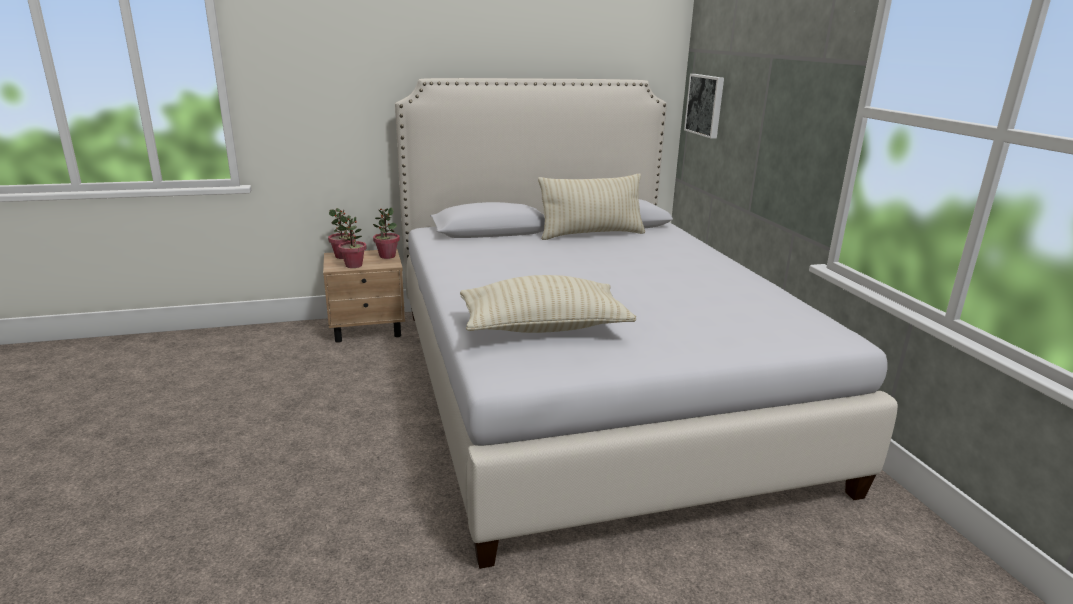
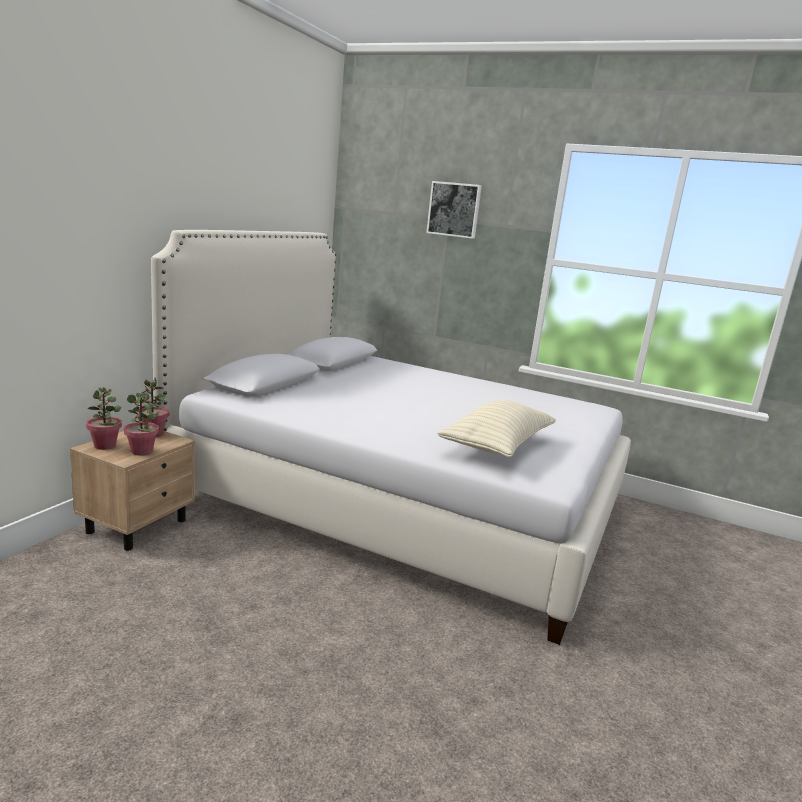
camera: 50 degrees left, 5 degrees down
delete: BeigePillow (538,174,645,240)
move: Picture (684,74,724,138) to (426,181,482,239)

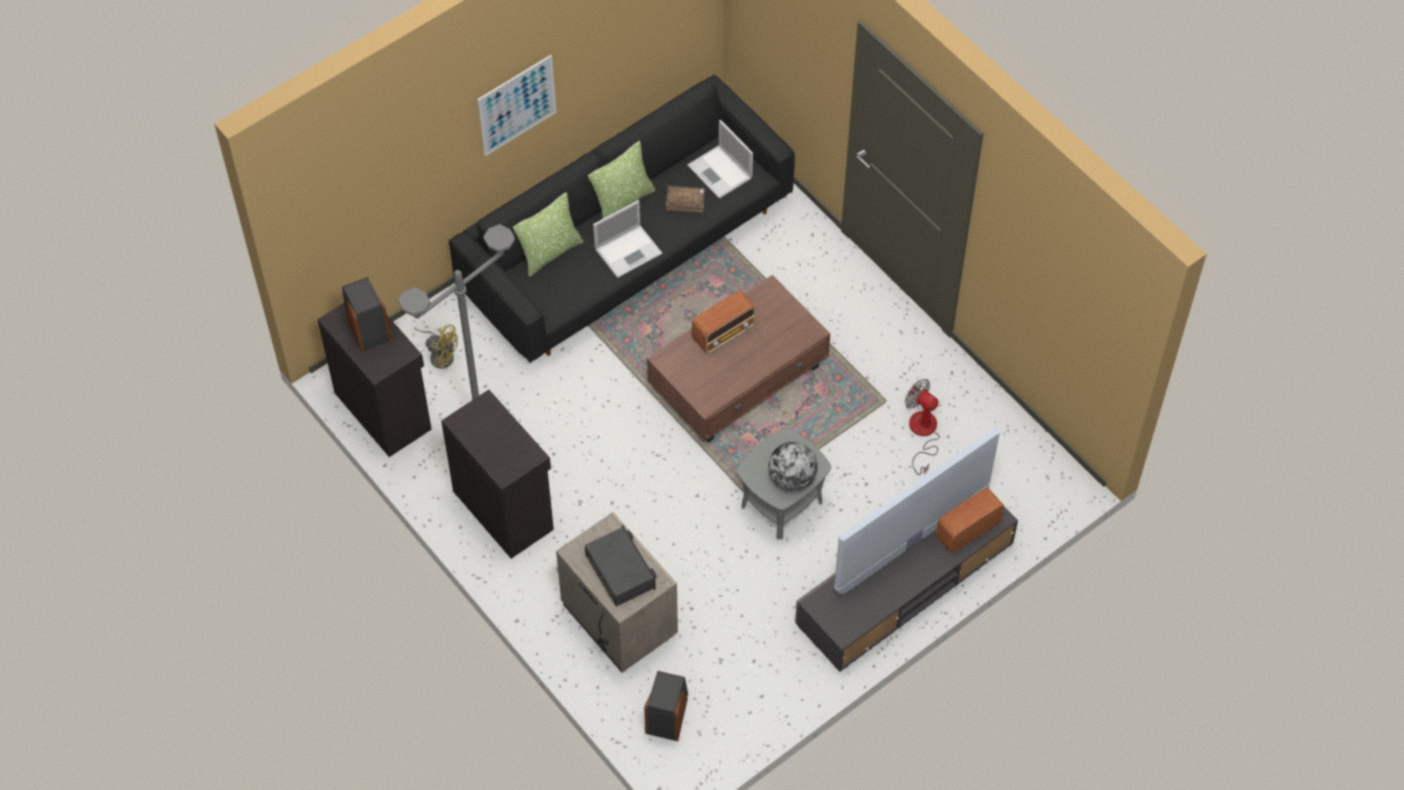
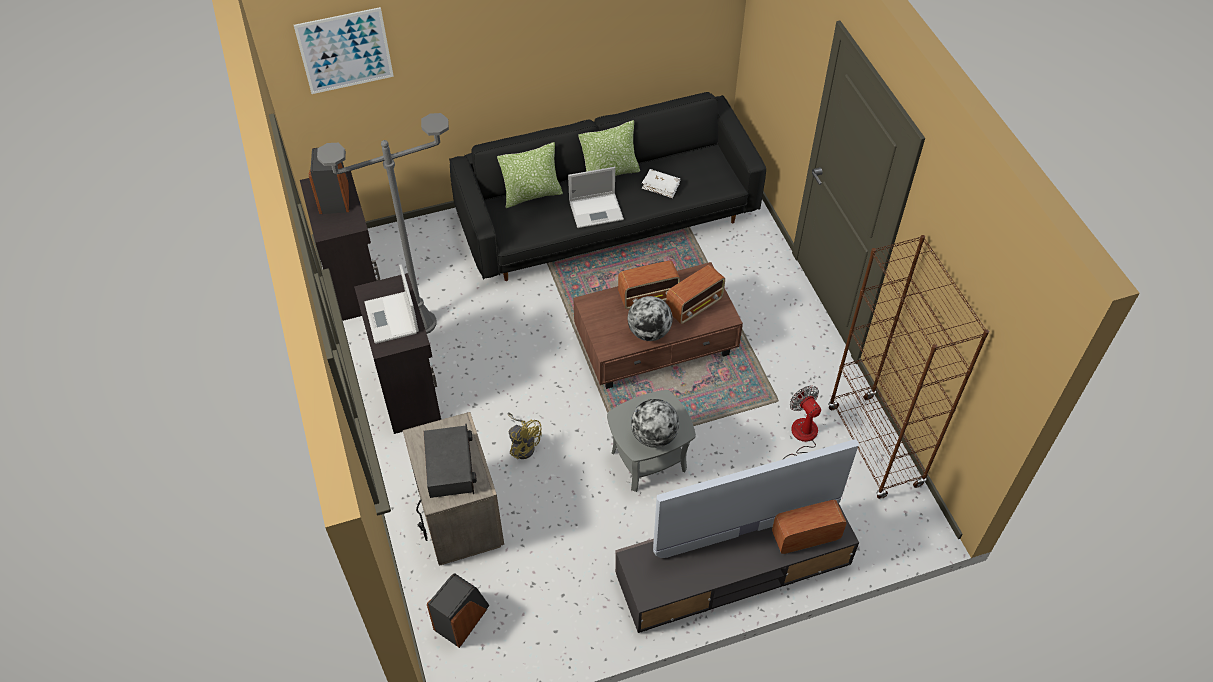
camera: 20 degrees right, 5 degrees down
insert: Globe (628,296,673,341); Radio (666,265,725,324); BrownBookcase (828,235,989,500)
move: YellowFan (414,324,458,369) to (507,413,542,459); Picture (477,55,556,156) to (294,7,394,94); Laptop (687,120,753,199) to (364,265,419,344)
recolor: BrownBook (666,186,705,213) to WhiteBook (642,169,680,198)

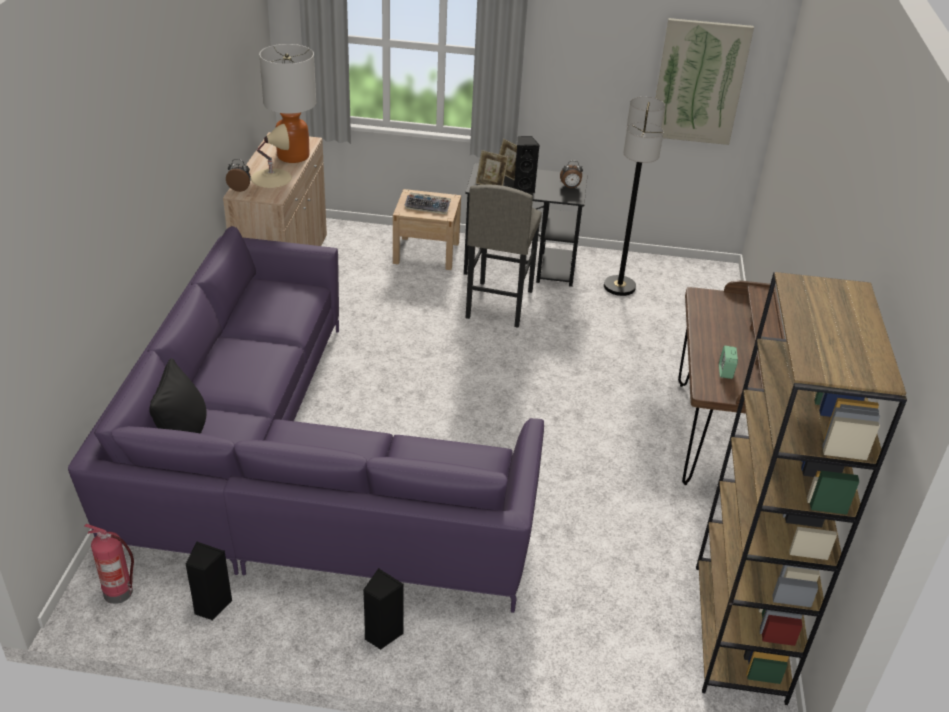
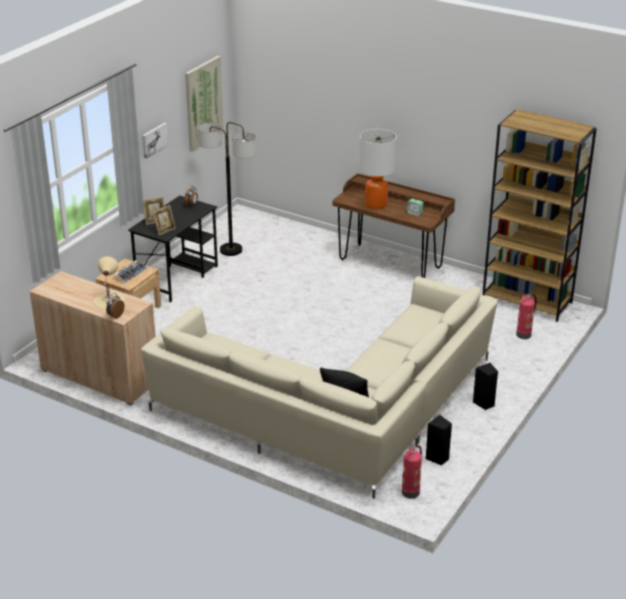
camera: 65 degrees left, 5 degrees down
delete: GreyStool (466,185,542,327); BlackSpeaker (514,136,539,193)
insert: Picture (142,123,168,159); FireExtinguisher (516,294,536,339)
move: TableLamp (259,44,316,163) to (359,129,397,209)
recolor: PurpleSofa (68,226,544,613) to BeigeSofa (141,276,498,499)

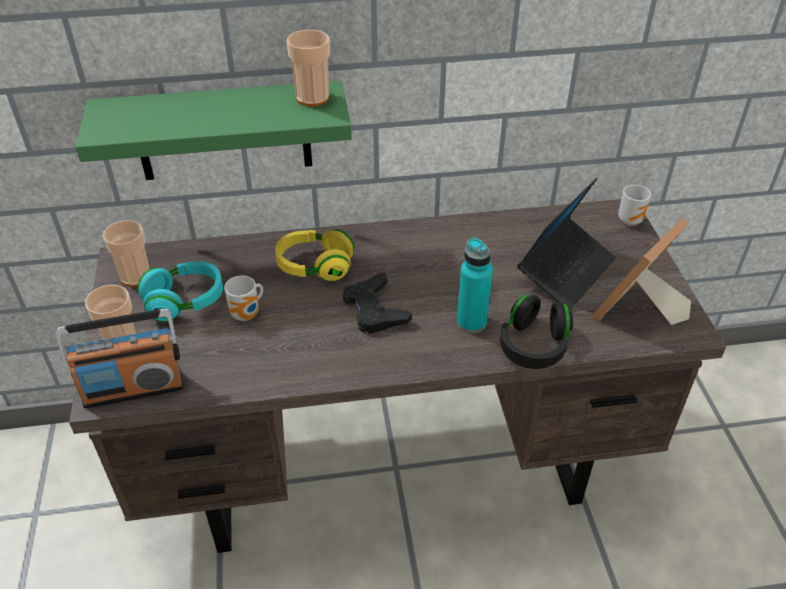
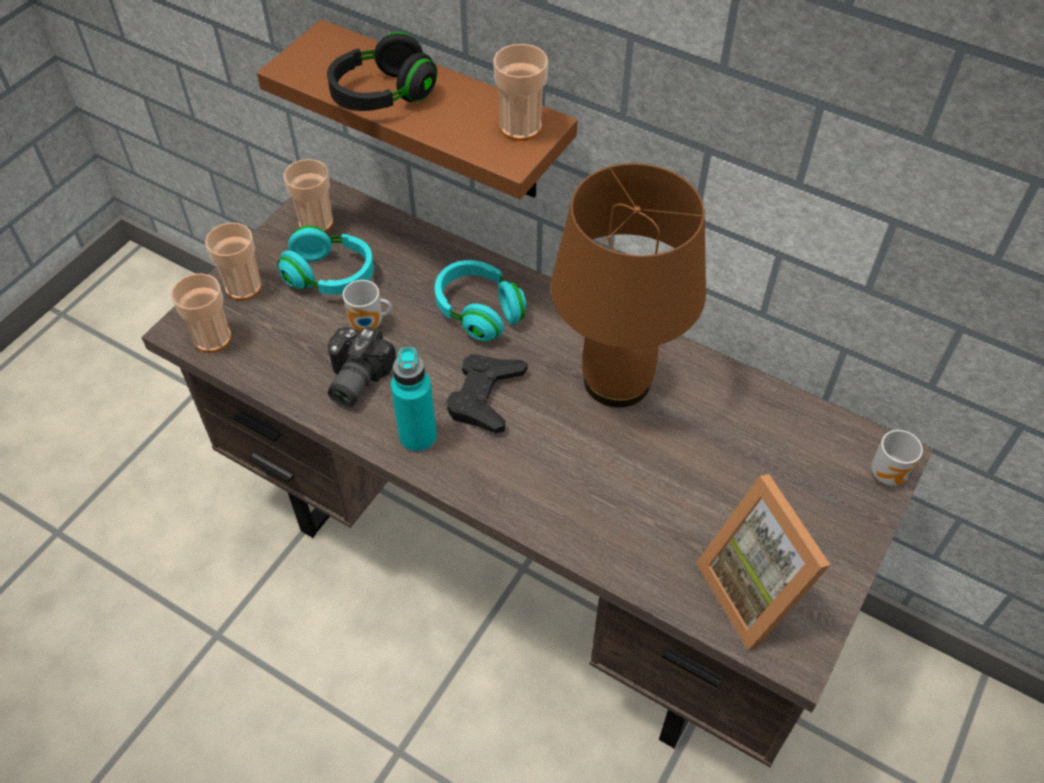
camera: 40 degrees right, 10 degrees up
delete: Laptop (517,178,616,311)
insert: PhotoCamera (328,326,396,407); BrownTableLamp (550,163,706,407)
move: TurquoiseBottle (457,237,493,333) to (391,347,437,453); BlackHeadphones (500,295,573,369) to (327,32,437,111)
replace: Radio (56,308,184,409) to Cup (171,273,231,353)
recolor: GreenShelf (76,81,352,180) to BrownShelf (257,19,578,199); YellowHeadphones (275,229,354,282) to TurquoiseHeadphones (435,260,527,342)
rotate: PictureFrame (592,218,691,325) = (696,474,830,651) 105 degrees counterclockwise

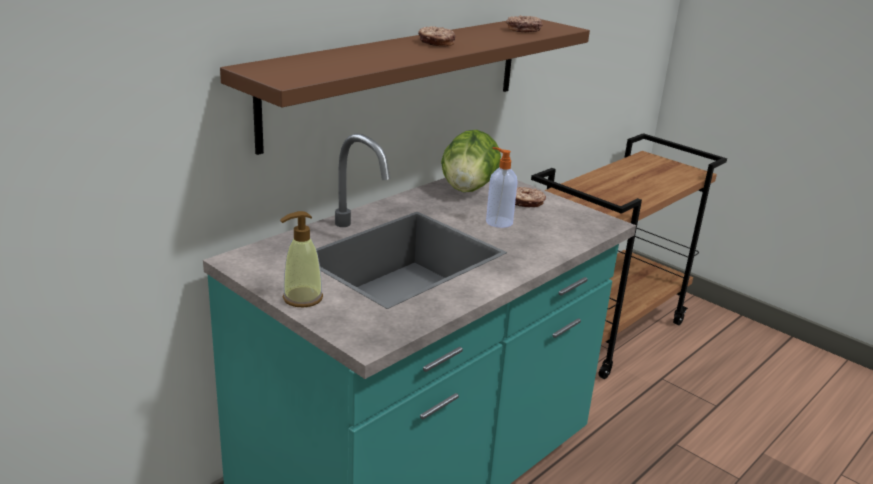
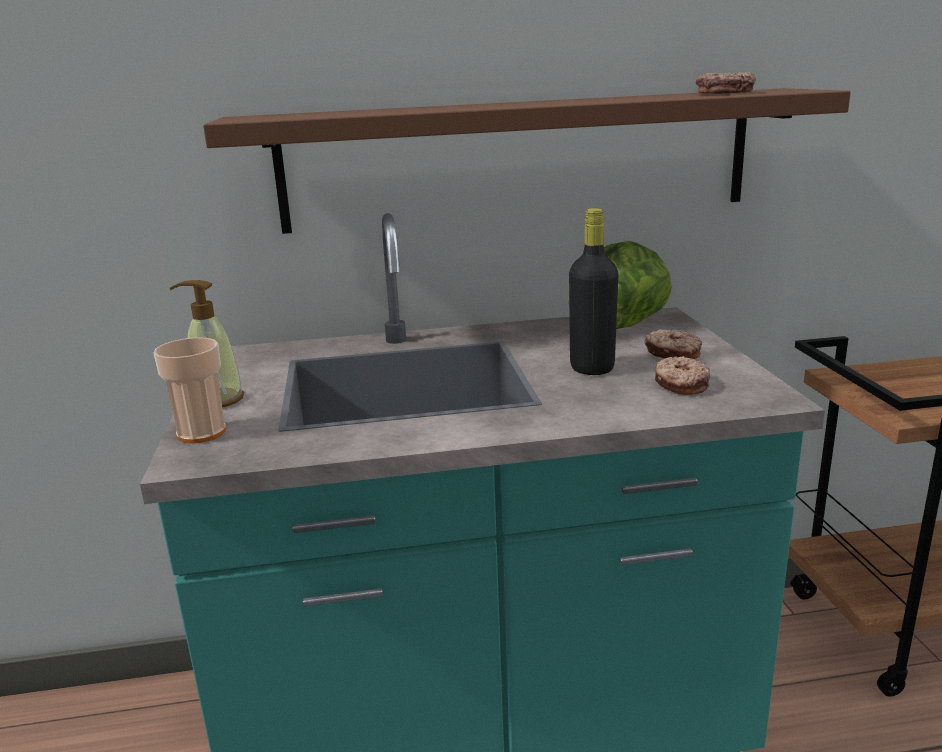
camera: 40 degrees right, 5 degrees down
insert: Cup (154,337,226,443)
move: Donut (418,26,455,47) to (655,356,710,395)
replace: SoapDispenser (486,147,517,228) to BlackBottle (569,208,618,375)

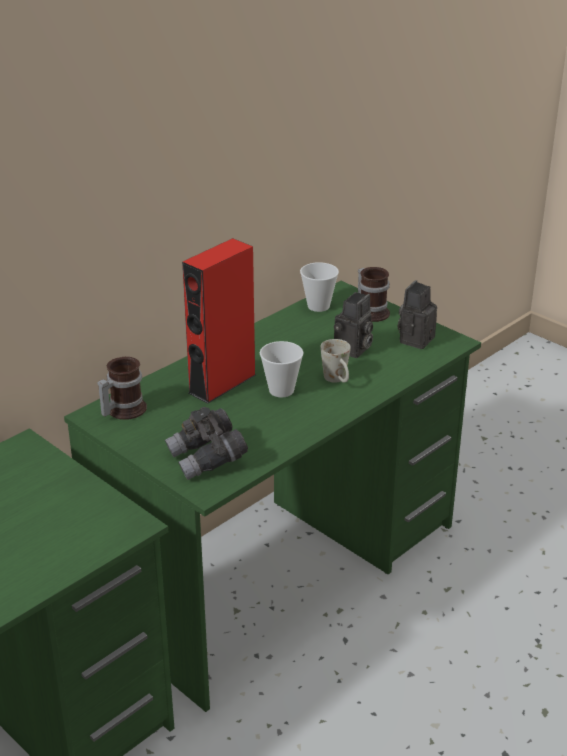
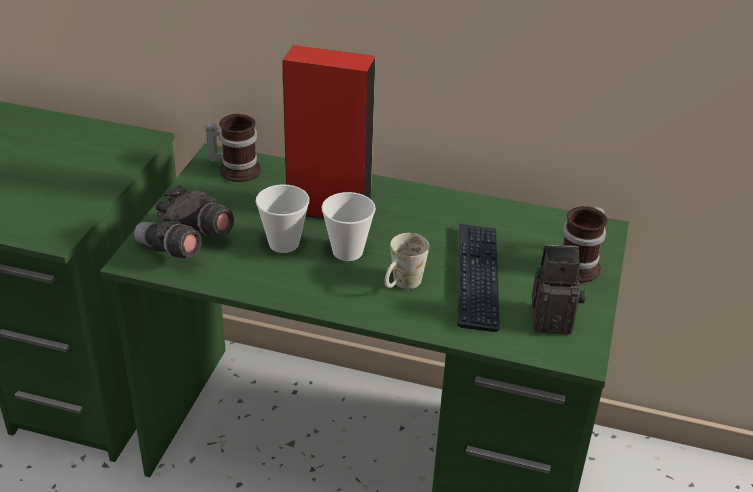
camera: 60 degrees right, 5 degrees up
move: Cup (300,262,339,312) to (256,185,309,253)
replace: PhotoCamera (334,292,373,358) to Keyboard (457,223,500,332)

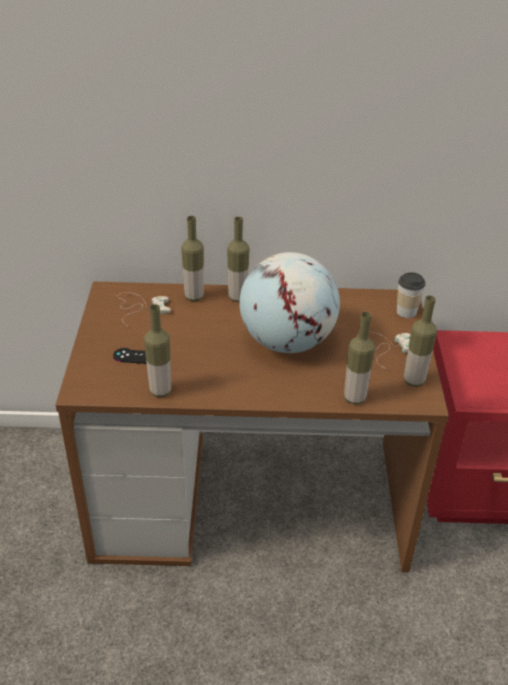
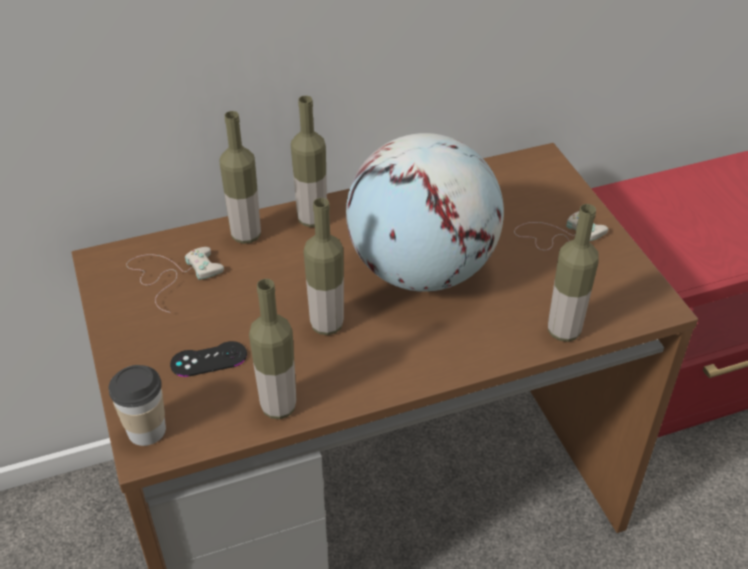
camera: 20 degrees left, 5 degrees up
move: Cup (397,272,425,318) to (109,365,166,446); Bottle (404,295,437,387) to (303,198,344,335)

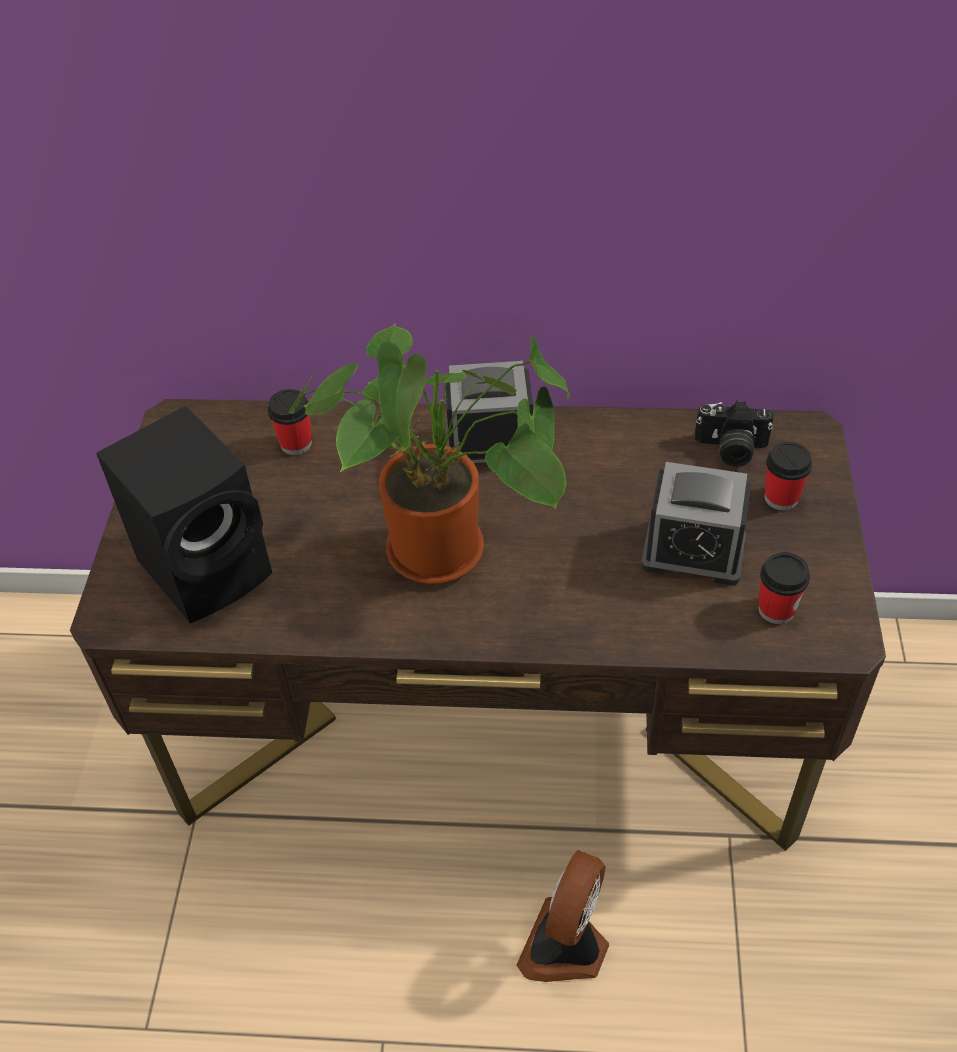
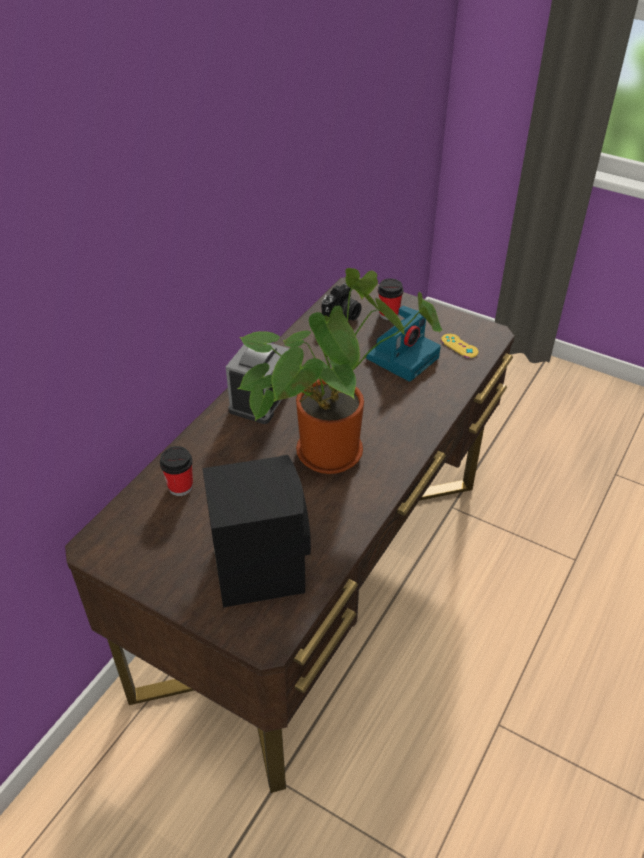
camera: 65 degrees left, 5 degrees down
delete: Fan (516,850,609,982)
replace: AlarmClock (641,462,751,586) to PhotoCamera (366,305,441,382); Cup (759,552,810,624) to YellowGameController (441,334,479,358)

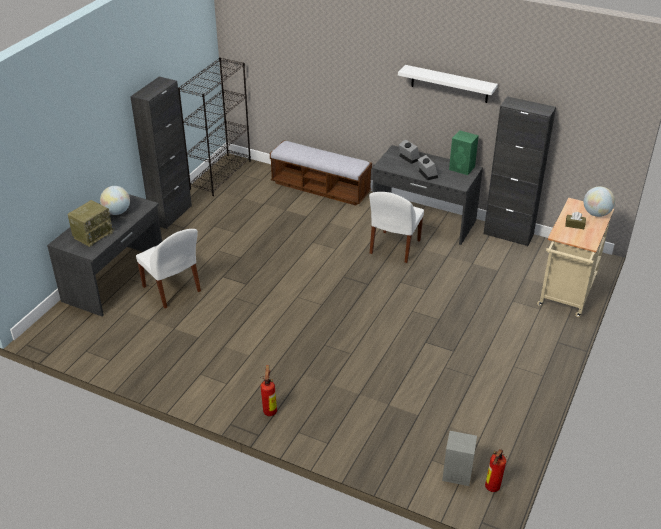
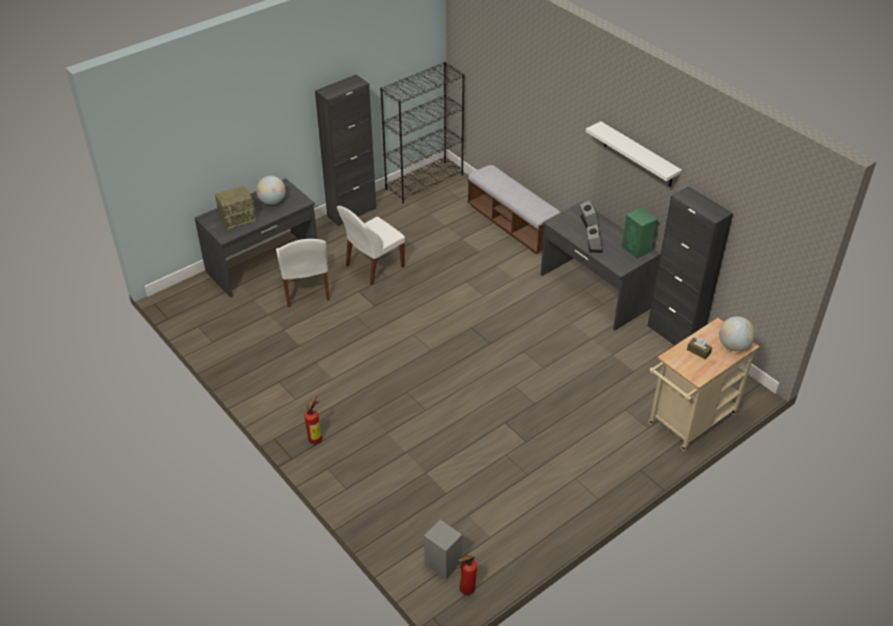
camera: 25 degrees right, 5 degrees up
move: WhiteChair (369,192,424,263) to (337,206,405,285)

